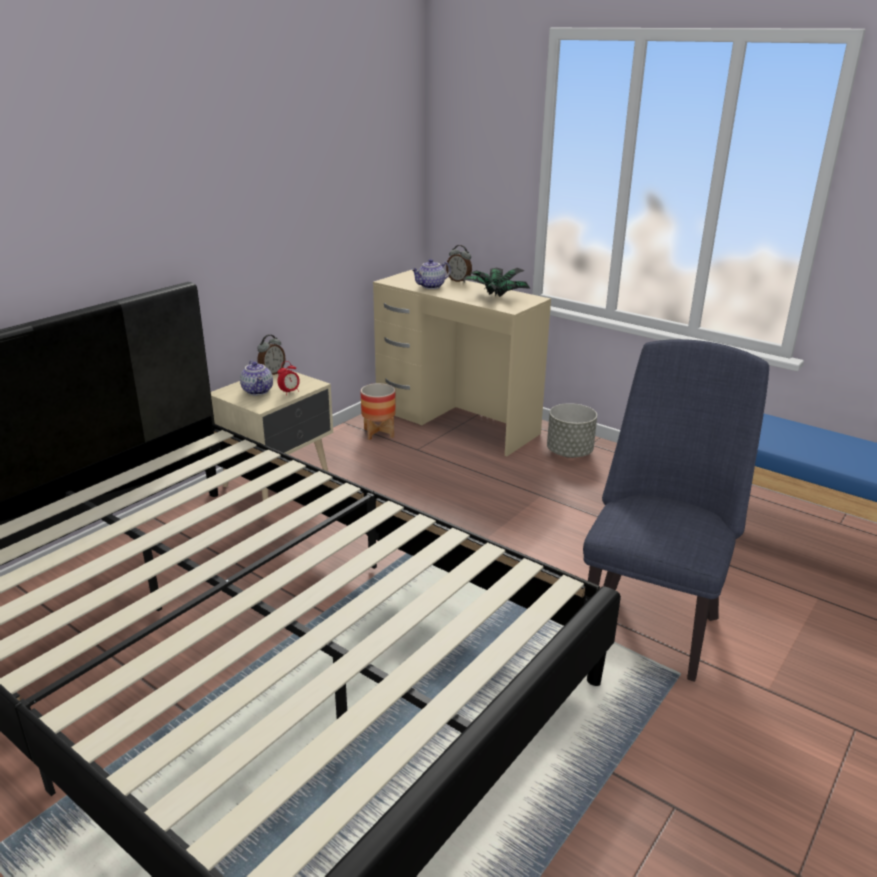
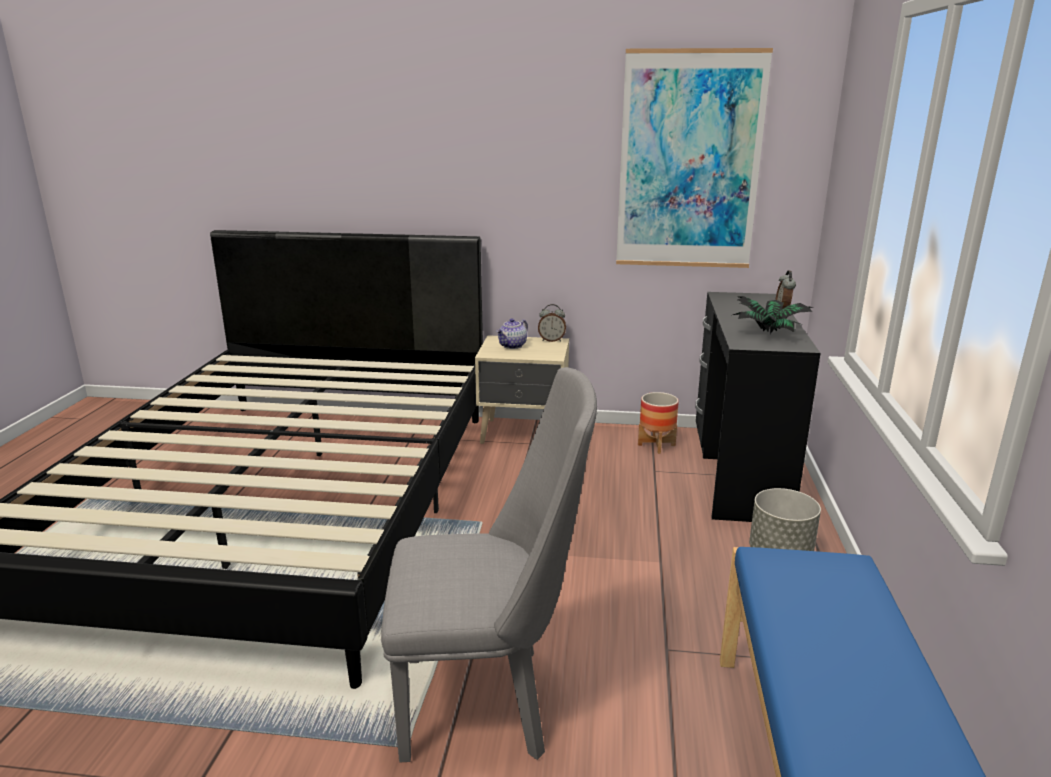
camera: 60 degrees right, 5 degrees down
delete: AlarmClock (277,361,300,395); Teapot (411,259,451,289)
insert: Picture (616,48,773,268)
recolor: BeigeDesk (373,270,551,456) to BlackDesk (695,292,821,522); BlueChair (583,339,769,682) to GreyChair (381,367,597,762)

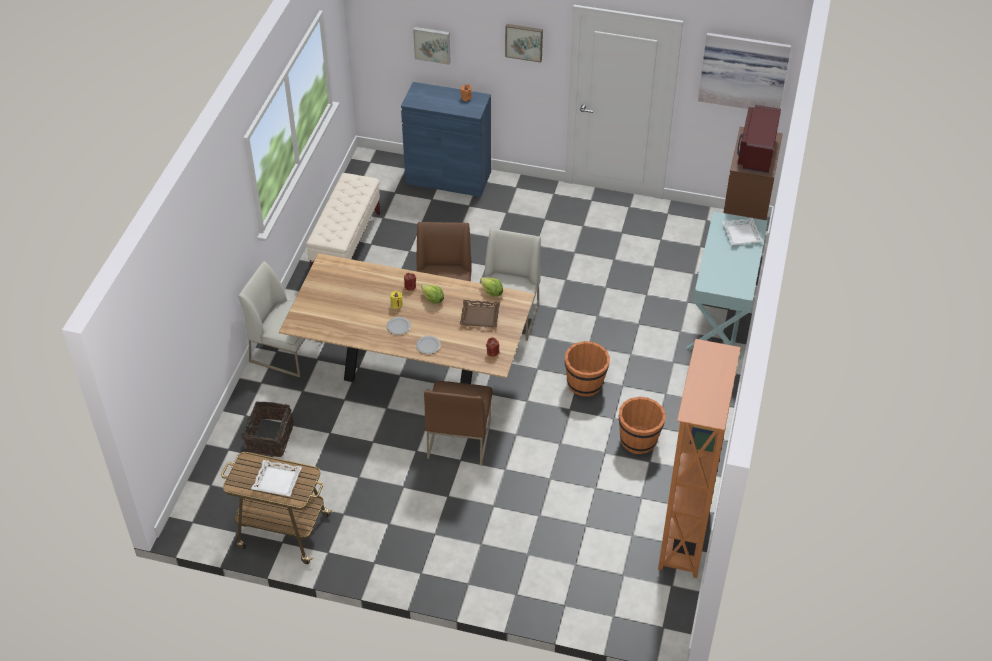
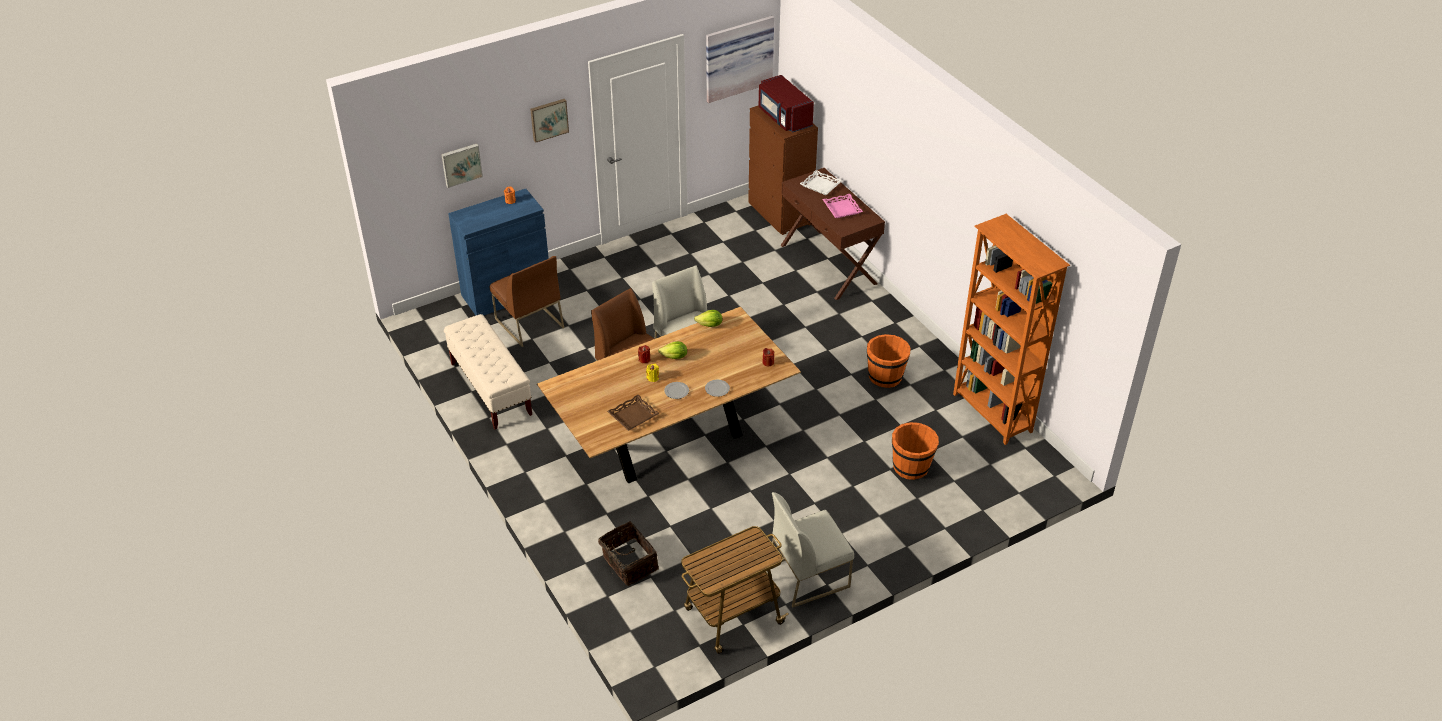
camera: 45 degrees left, 5 degrees down
delete: WhiteTray (251,460,302,496)
insert: PinkTray (822,194,863,218)
move: WhiteChair (238,261,320,378) to (772,492,854,608); BrownChair (424,381,492,466) to (490,256,564,347); BrownTray (460,300,500,327) to (607,395,660,431); OrangeBucket (565,341,610,397) to (892,422,939,480)
recolor: TurquoiseConsoleTable (686,211,768,359) to BrownConsoleTable (781,168,885,300)

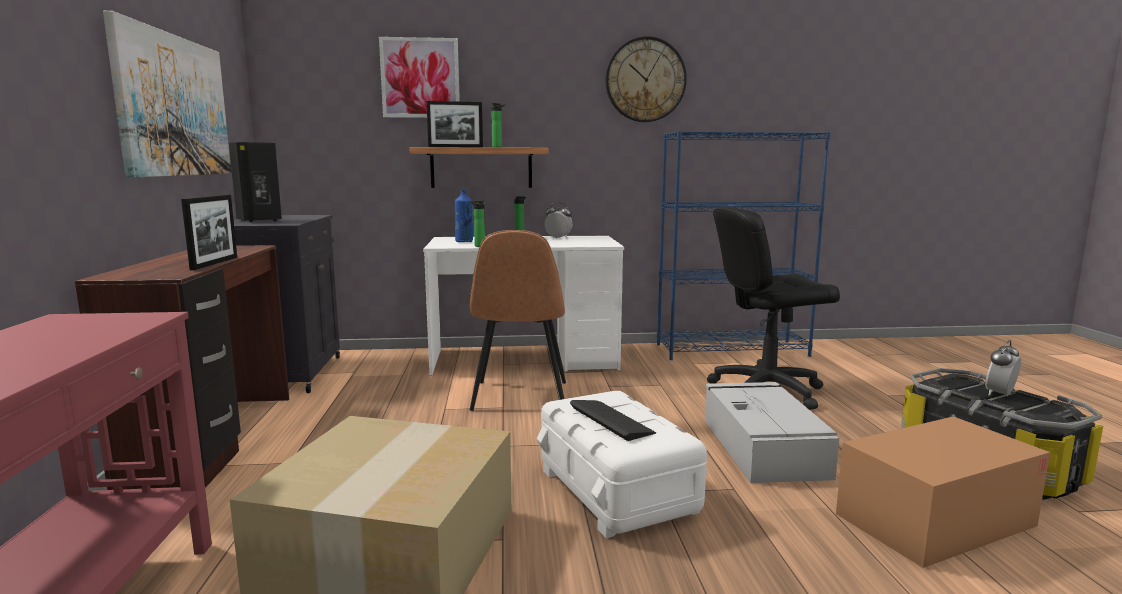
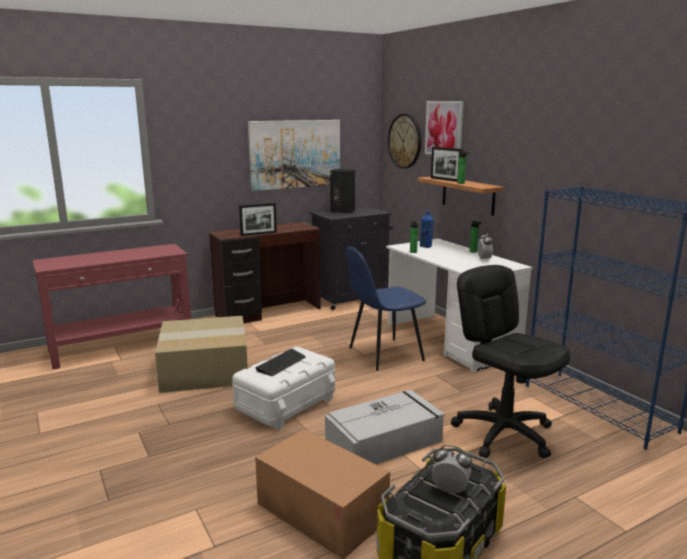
camera: 65 degrees right, 5 degrees up
move: WallClock (605,36,687,122) to (388,114,421,168)
recolor: BrownChair (470,230,566,411) to BlueChair (346,246,426,371)

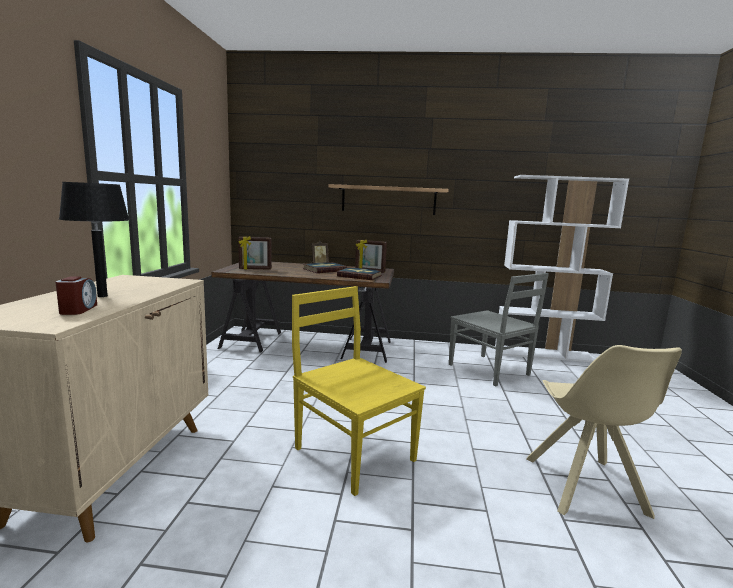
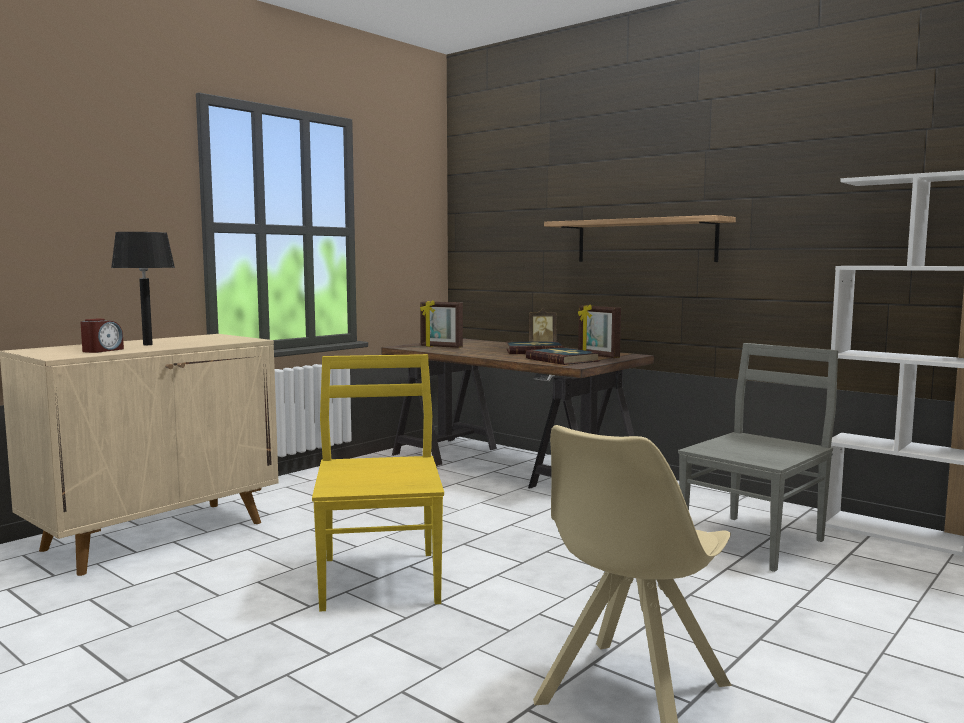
camera: 35 degrees right, 5 degrees down
rotate: GreyChair (449,273,549,387) = (678,343,838,572) 135 degrees counterclockwise

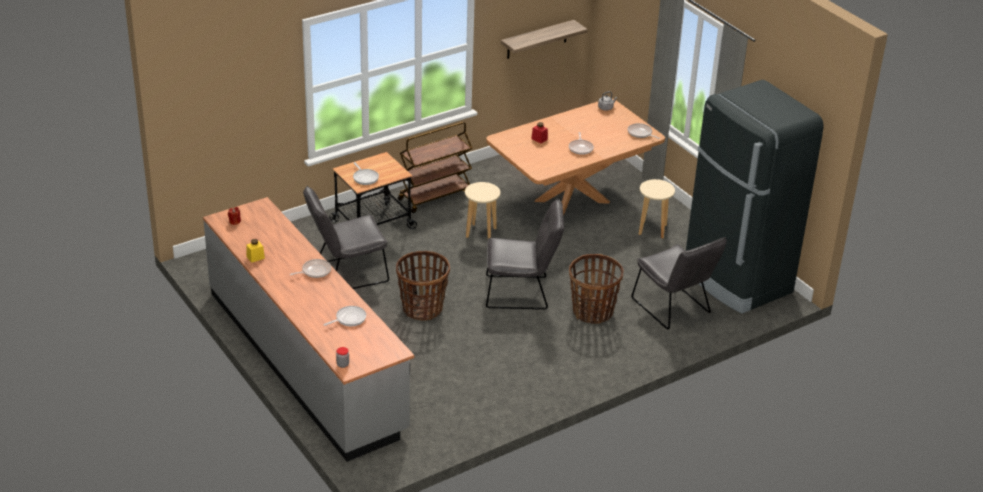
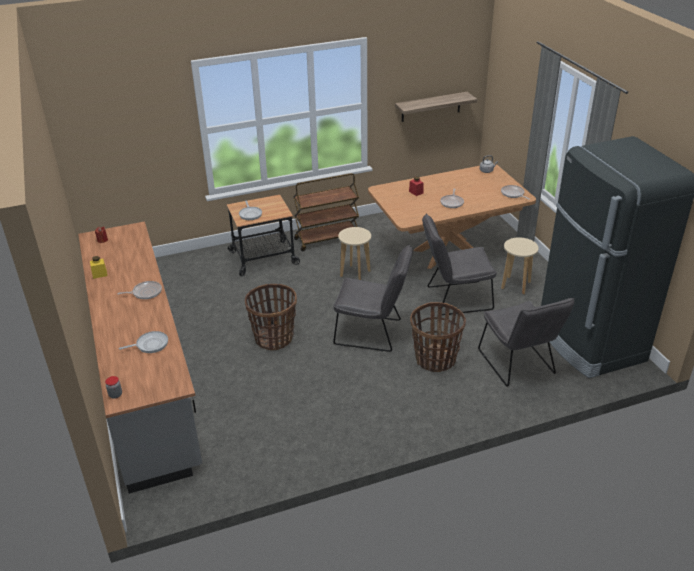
camera: 15 degrees right, 0 degrees up
move: GreyChair (303,186,389,289) to (422,213,497,315)

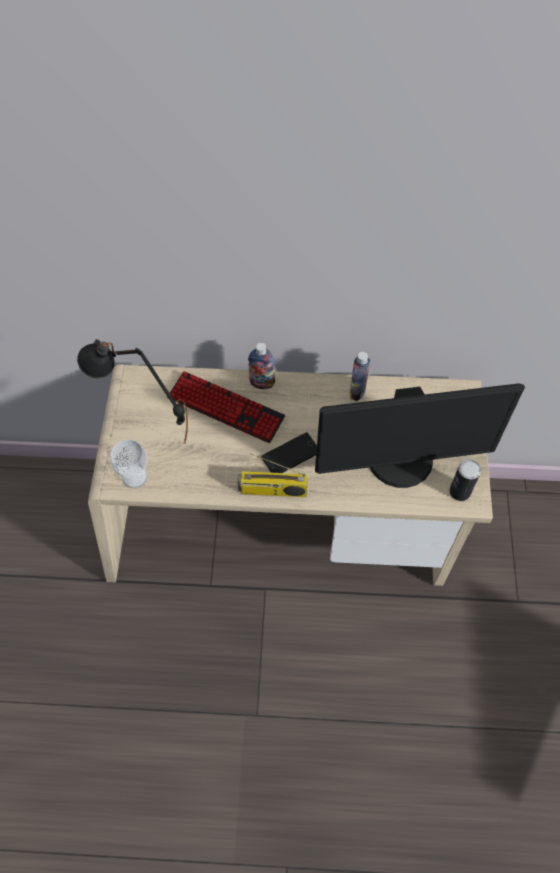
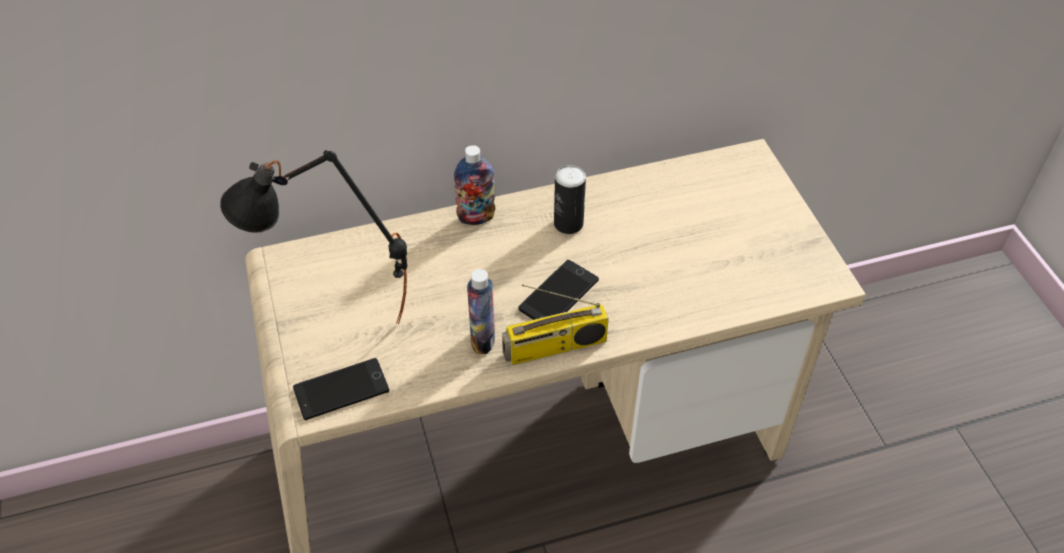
camera: 20 degrees left, 10 degrees down
delete: Keyboard (167,371,285,443); Monitor (315,383,525,488)
move: Bottle (350,352,370,401) to (467,269,495,354); Can (449,460,481,501) to (554,165,586,234)
replace: Cup (110,440,148,488) to Phone (293,358,389,420)

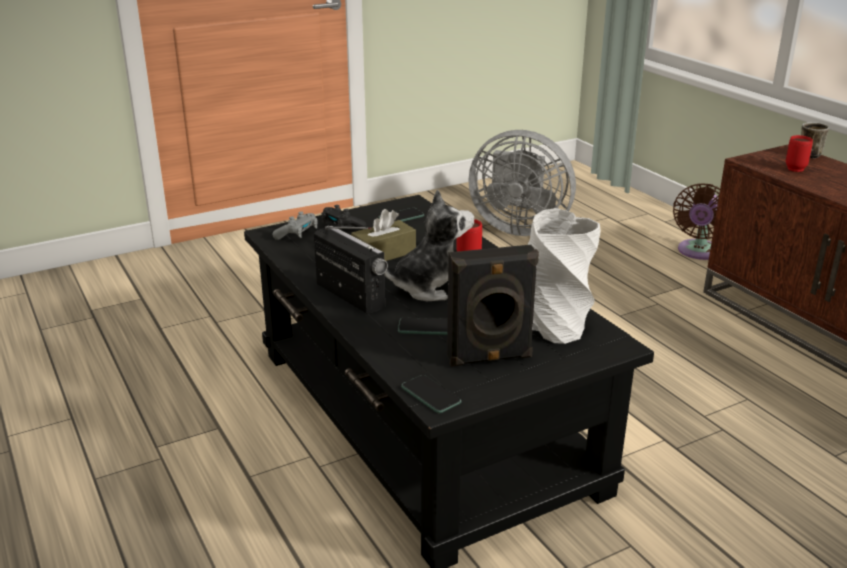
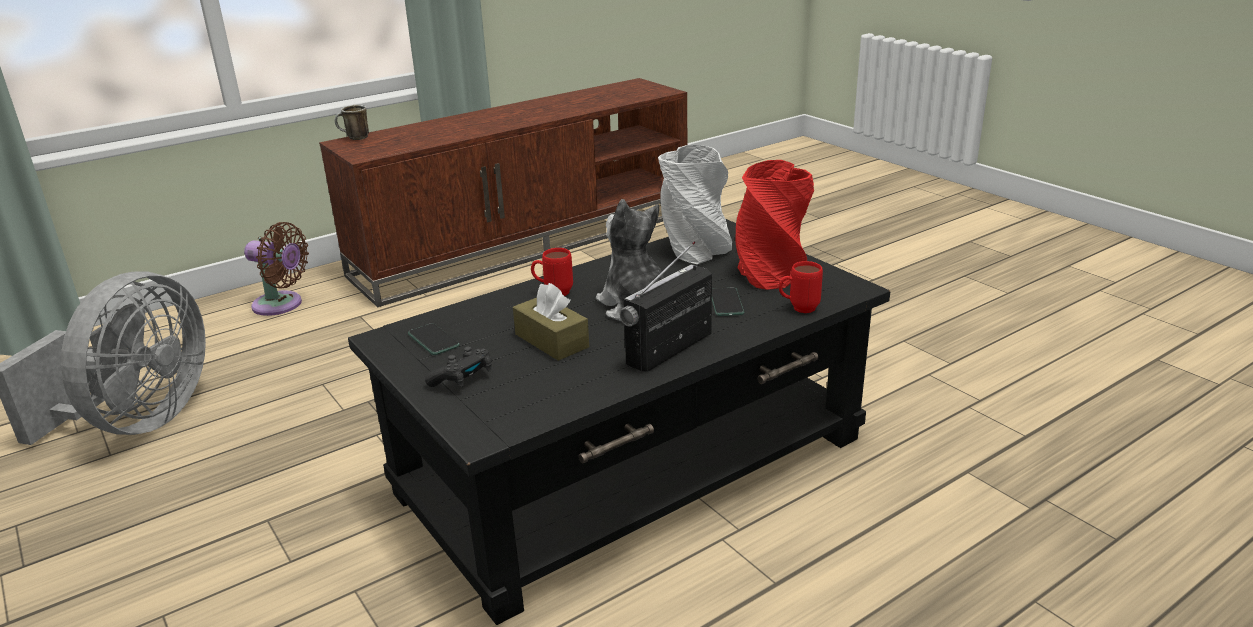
camera: 95 degrees left, 0 degrees up
delete: GreyGameController (273,211,318,240); Phone (401,375,462,413)
move: RedMug (786,135,813,172) to (779,261,823,313)
replace: BlackSpeaker (447,245,539,367) to RedVase (735,160,814,290)

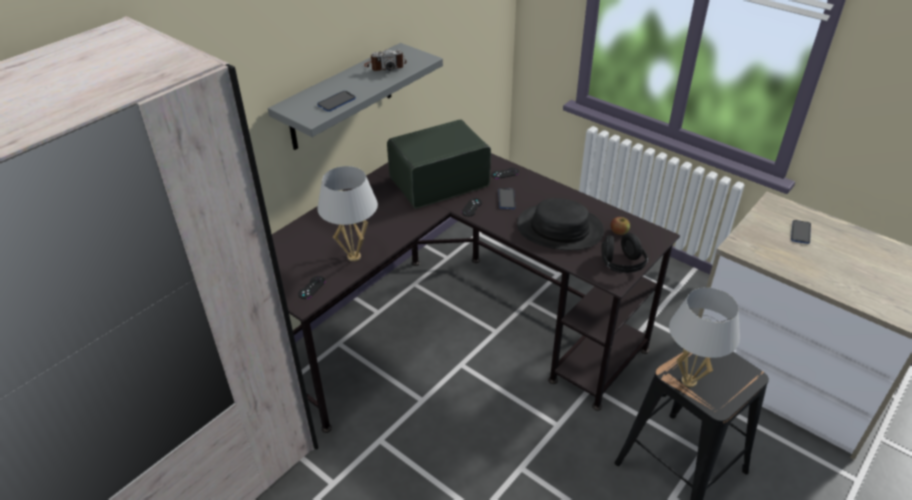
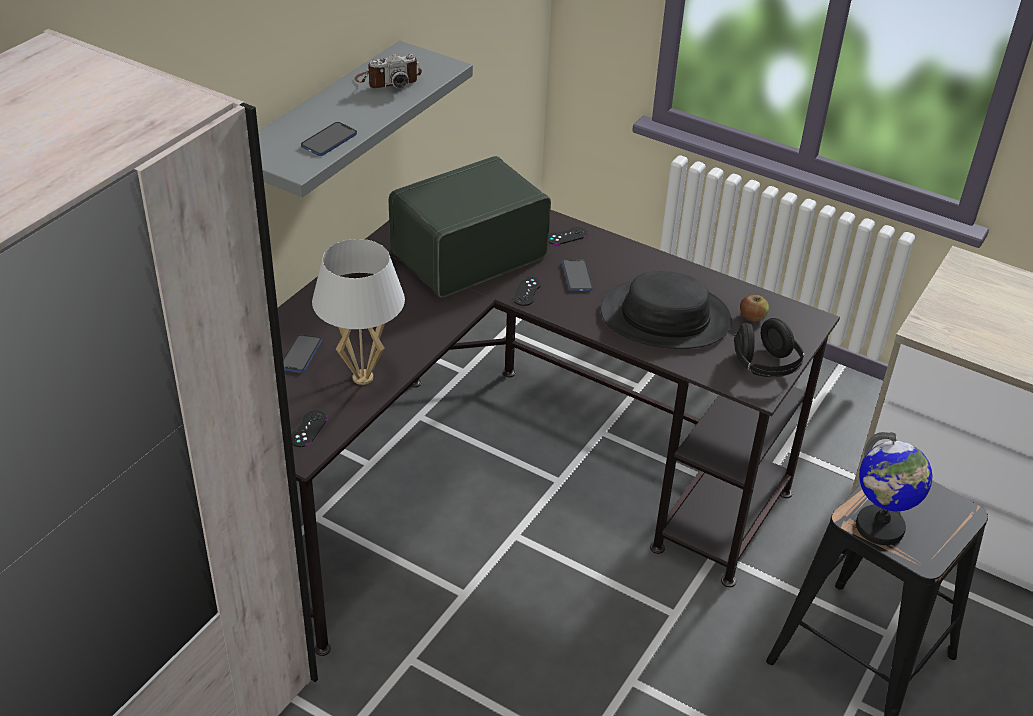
camera: 10 degrees left, 0 degrees up
move: Phone (791,220,811,244) to (283,335,322,373)
replace: WhiteTableLamp (669,287,740,387) to Globe (856,432,932,545)

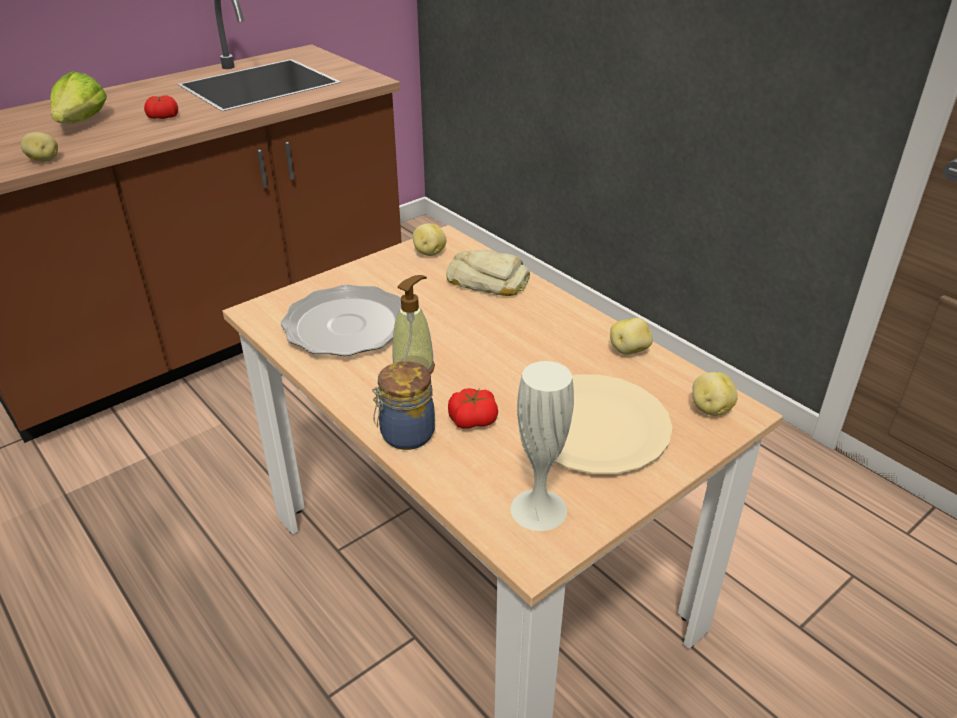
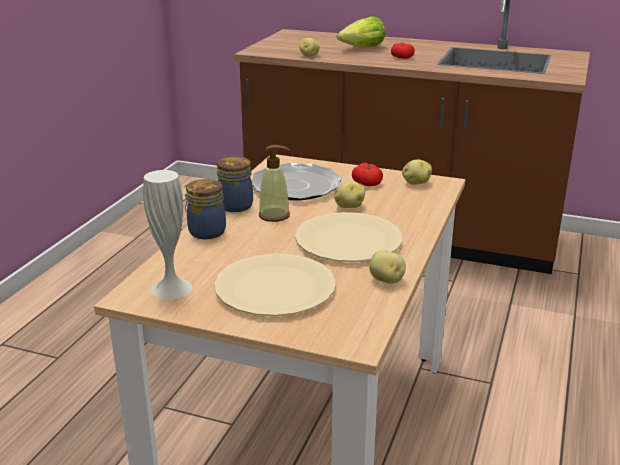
camera: 60 degrees right, 10 degrees down
delete: Bread (446,250,530,296)
insert: Jar (217,156,253,212); BeigePlate (295,212,403,262)
move: Tomato (448,388,498,429) to (352,163,383,186); Potato (692,372,738,416) to (334,182,365,208)

